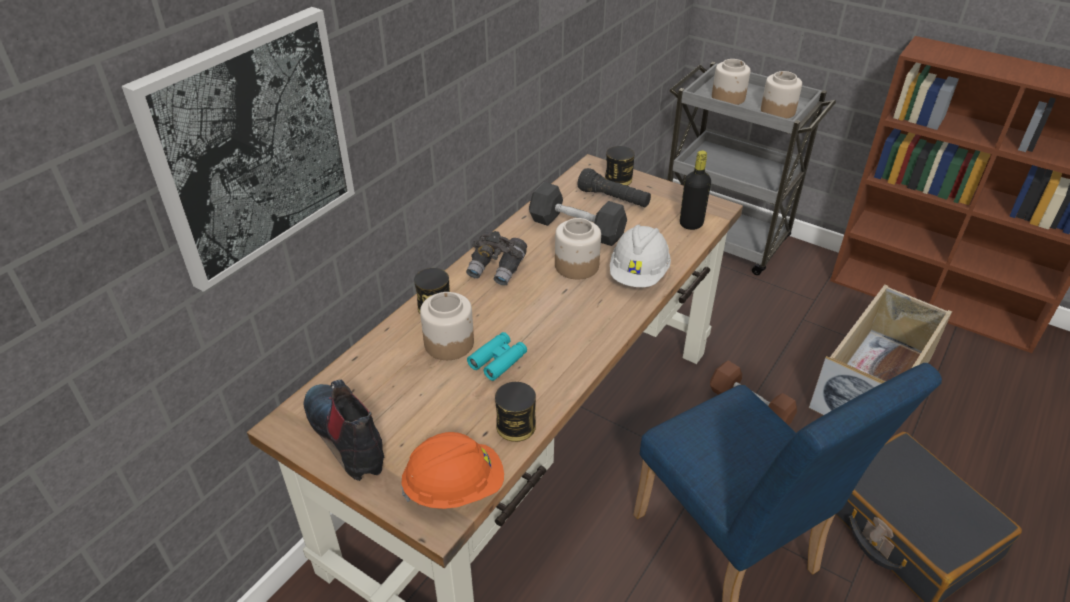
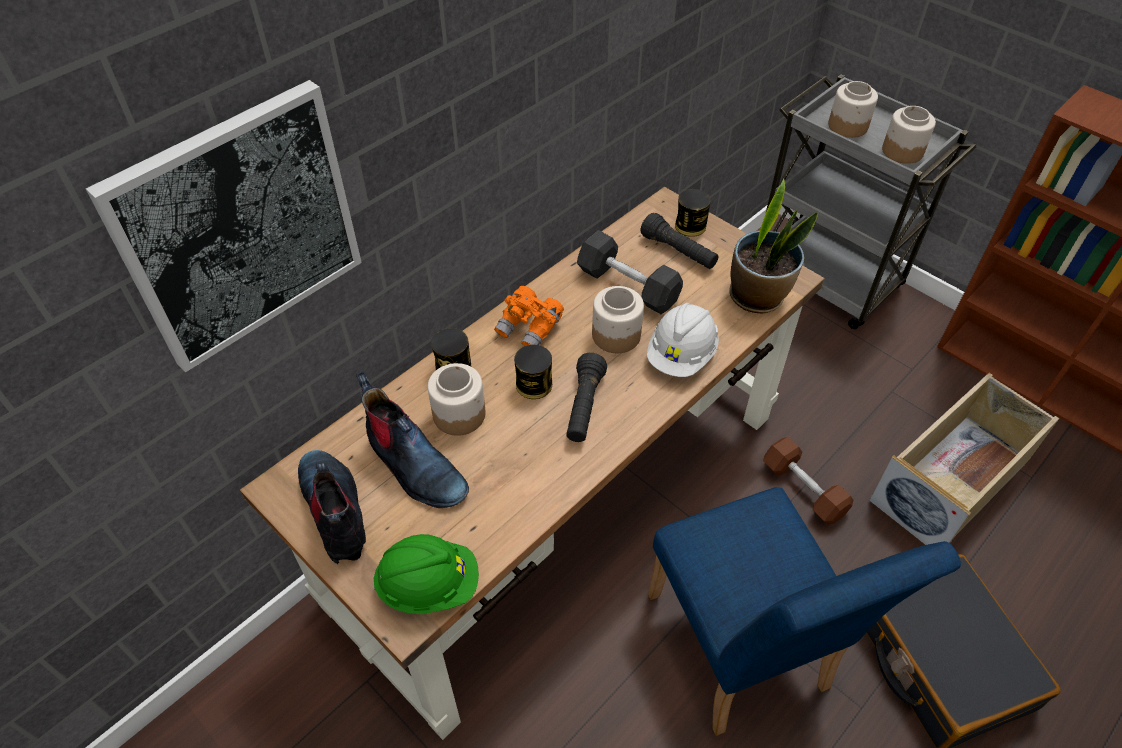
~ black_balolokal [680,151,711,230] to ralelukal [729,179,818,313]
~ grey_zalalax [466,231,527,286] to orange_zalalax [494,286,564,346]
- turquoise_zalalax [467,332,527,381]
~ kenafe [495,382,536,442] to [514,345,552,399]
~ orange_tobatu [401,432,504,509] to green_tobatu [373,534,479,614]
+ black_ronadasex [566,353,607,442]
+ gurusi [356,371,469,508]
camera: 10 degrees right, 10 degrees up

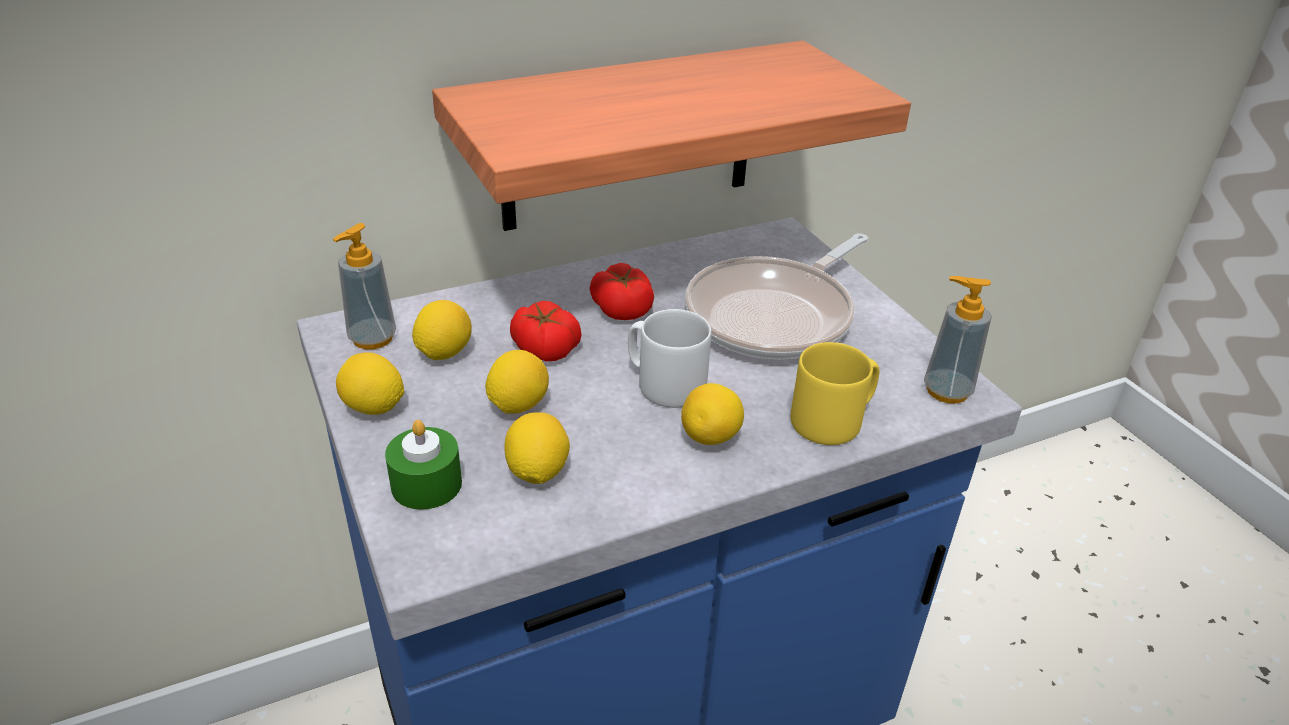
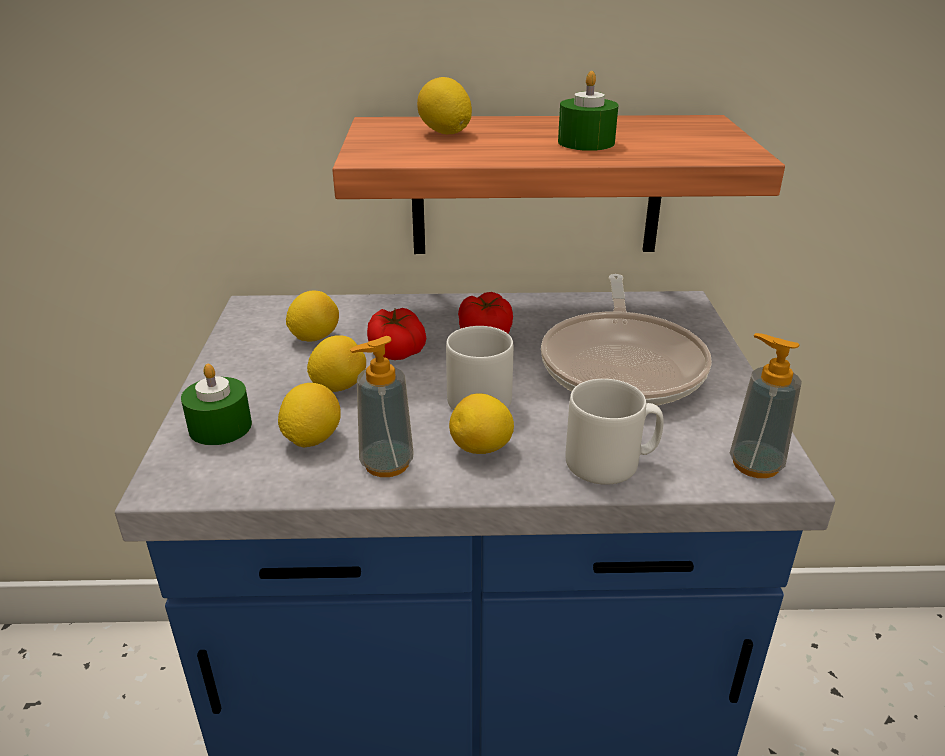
~ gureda [333,223,396,350] to [350,336,414,477]
~ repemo [685,233,869,359] = [541,274,712,405] 60 degrees counterclockwise
~ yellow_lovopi [791,342,879,445] to grey_lovopi [565,379,664,485]
~ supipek [336,352,404,415] to [417,77,472,134]
+ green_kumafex [558,71,618,151]
camera: 25 degrees right, 5 degrees down

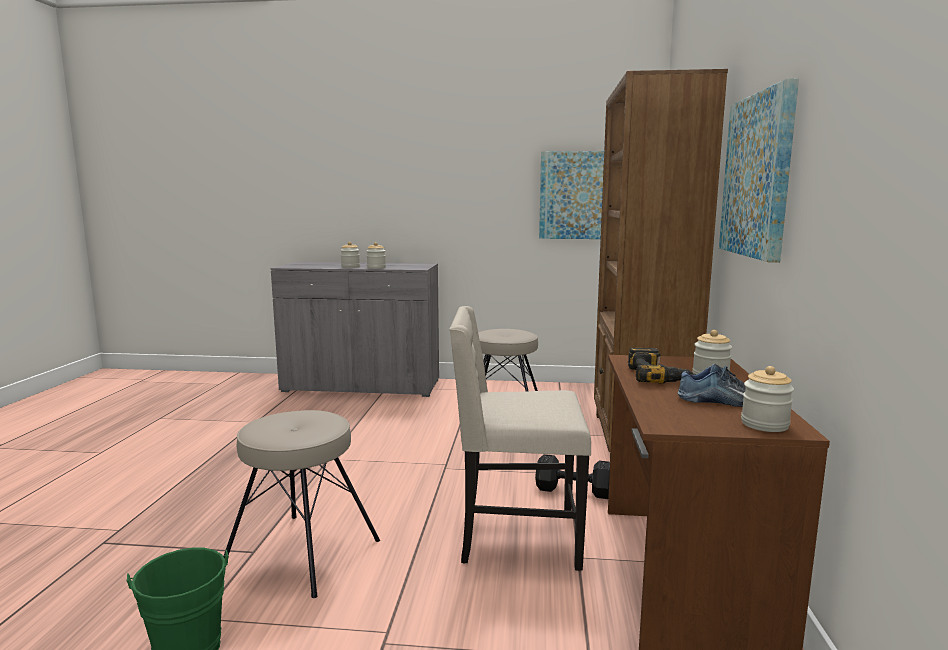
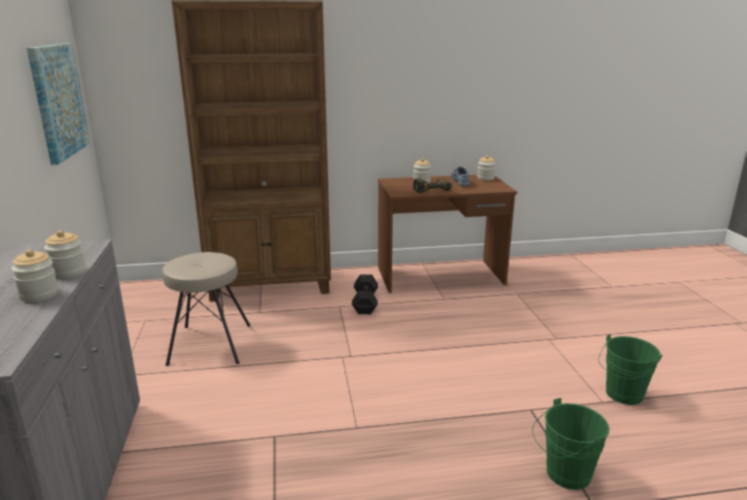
- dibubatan [719,78,799,263]
- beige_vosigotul [449,306,591,571]
- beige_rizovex [224,410,380,598]
+ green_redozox [532,398,609,490]
camera: 105 degrees left, 10 degrees up

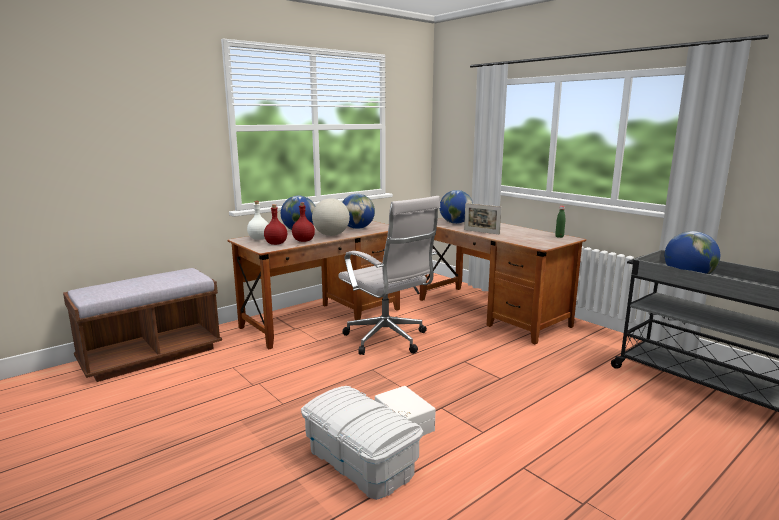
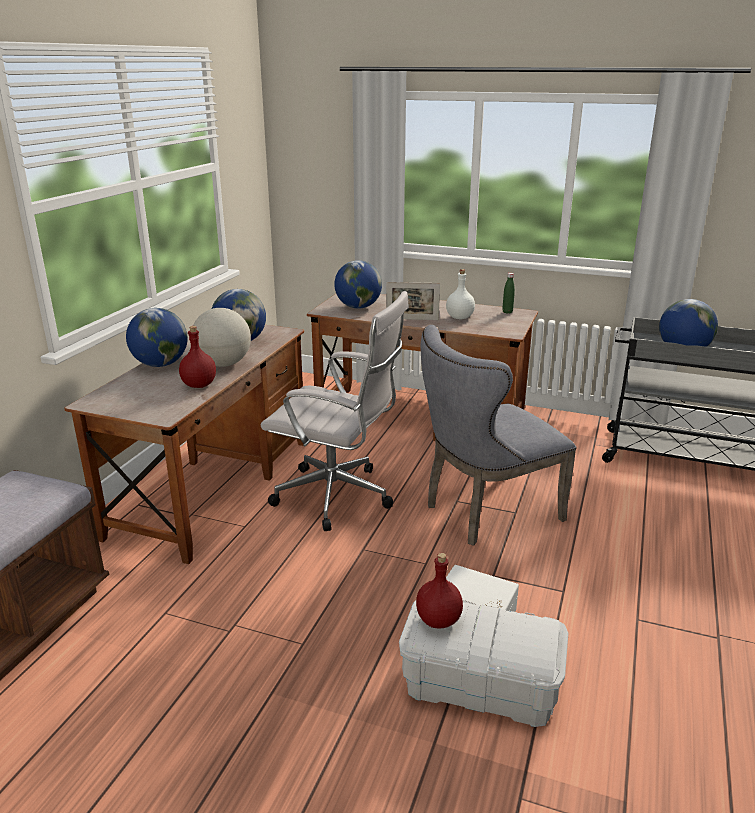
~ white_balolokal [247,201,268,240] to [446,269,475,319]
~ red_balolokal [264,204,287,245] to [416,553,463,629]
+ grey_vosigotul [421,325,577,546]
camera: 30 degrees left, 10 degrees up

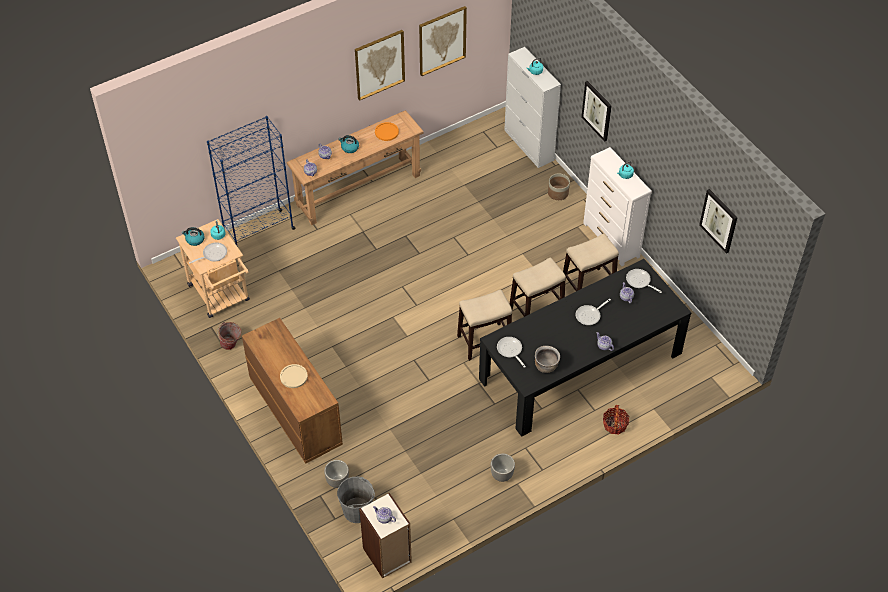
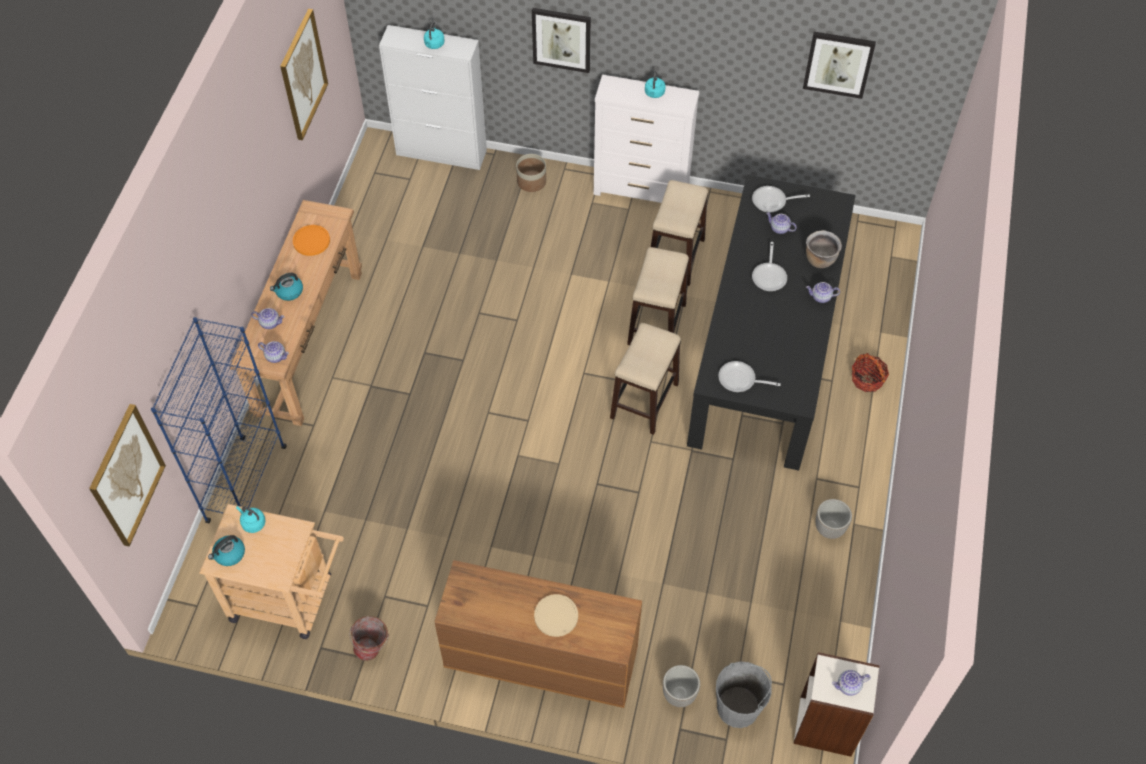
~ dibubatan [355,30,405,101] to [89,404,166,547]
- repemo [189,242,227,264]
~ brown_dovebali [535,346,560,373] to [806,230,842,268]
camera: 45 degrees left, 5 degrees up

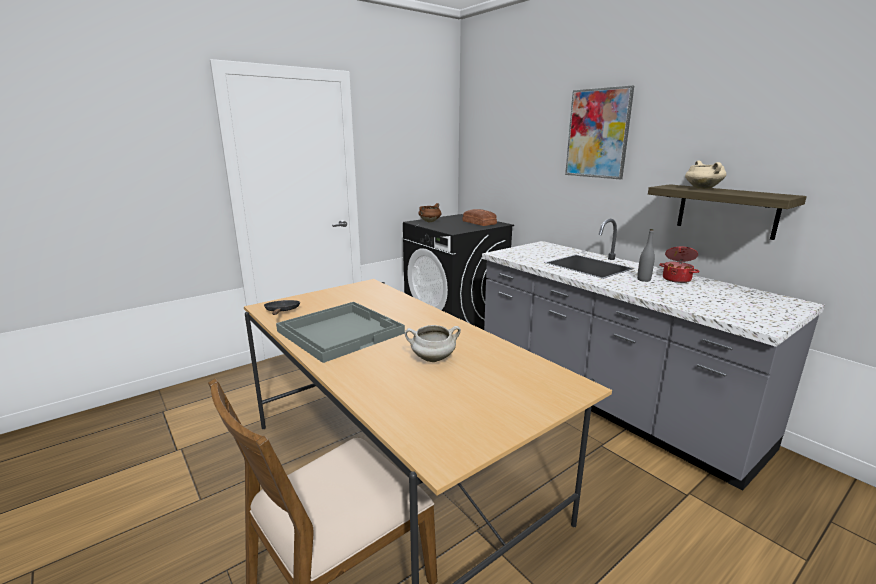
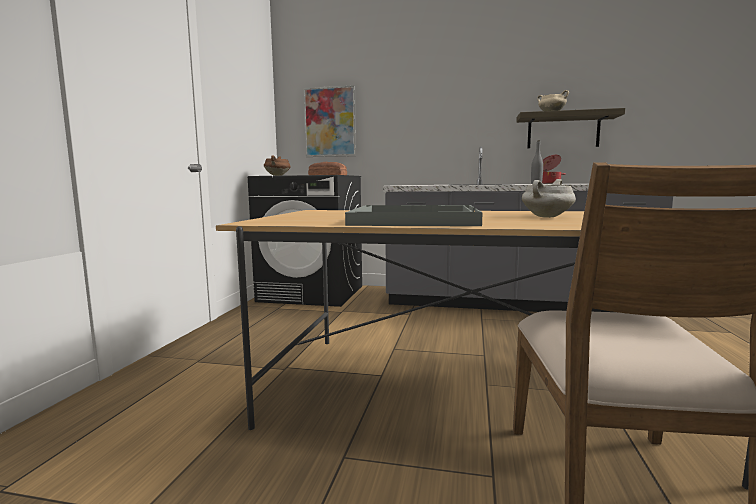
~ dibubatan [565,86,634,179] to [304,85,356,157]
- black_repemo [264,300,300,315]
camera: 40 degrees left, 10 degrees down

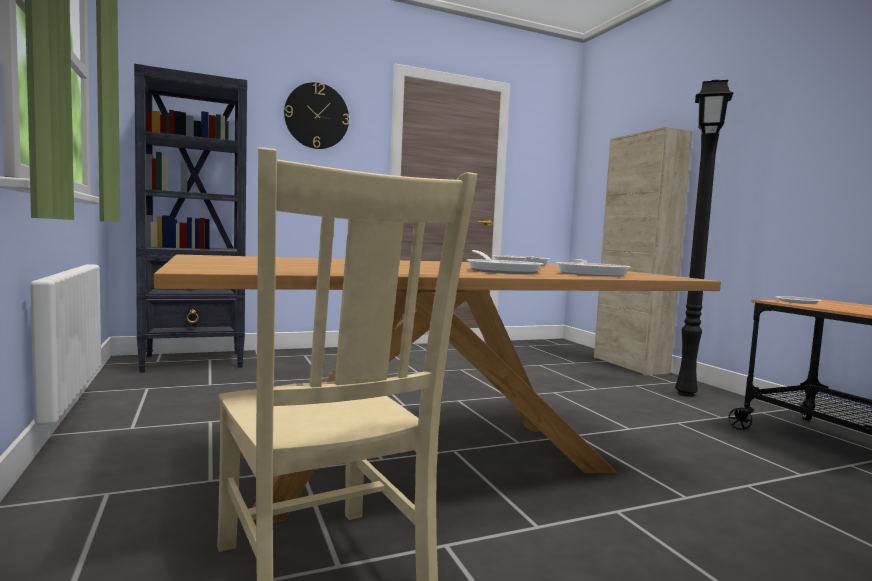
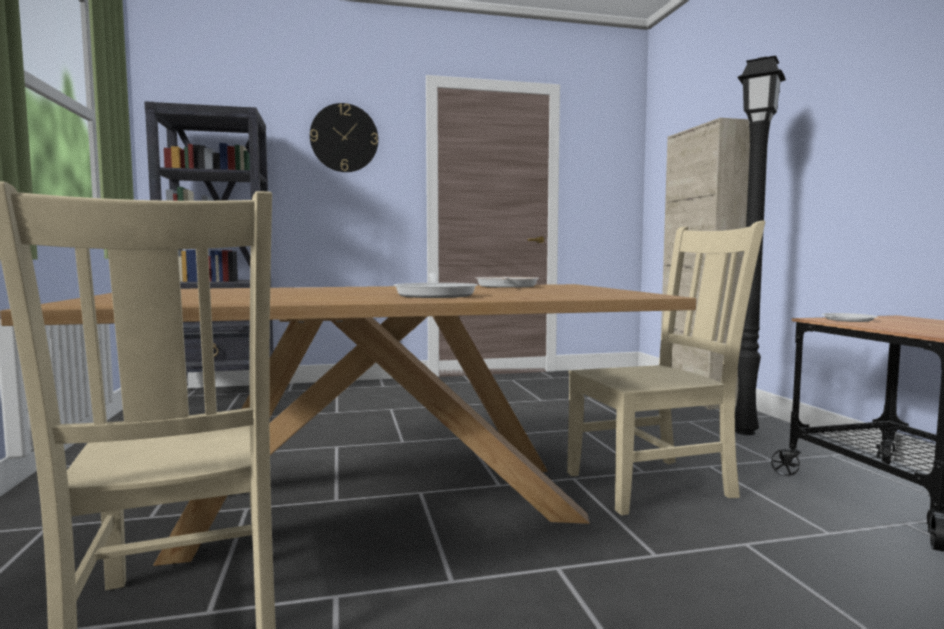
- repemo [556,259,631,276]
+ beige_vosigotul [567,220,765,515]
camera: 10 degrees right, 0 degrees up

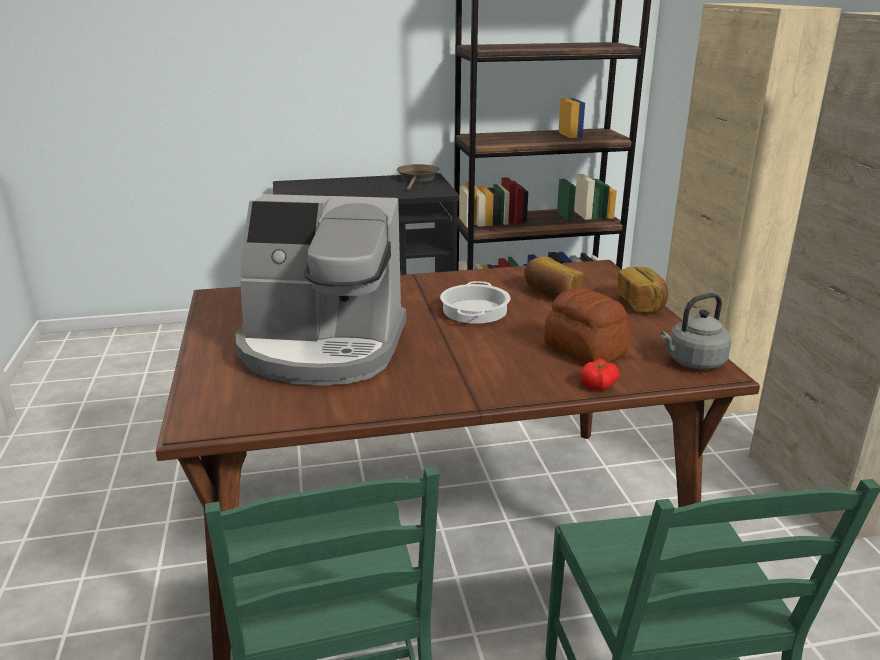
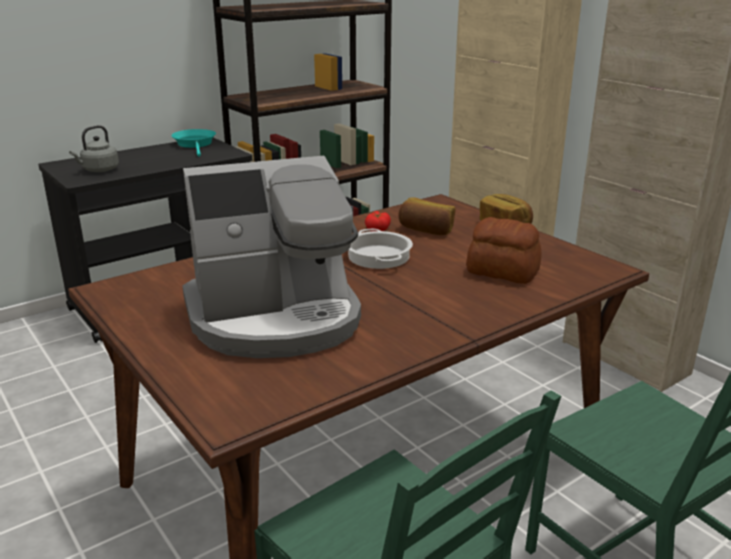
~ brown_repemo [397,164,439,191] to turquoise_repemo [172,129,216,157]
~ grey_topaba [660,293,732,369] to [69,125,119,172]
~ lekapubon [580,359,619,390] to [365,211,391,231]
camera: 25 degrees left, 0 degrees up

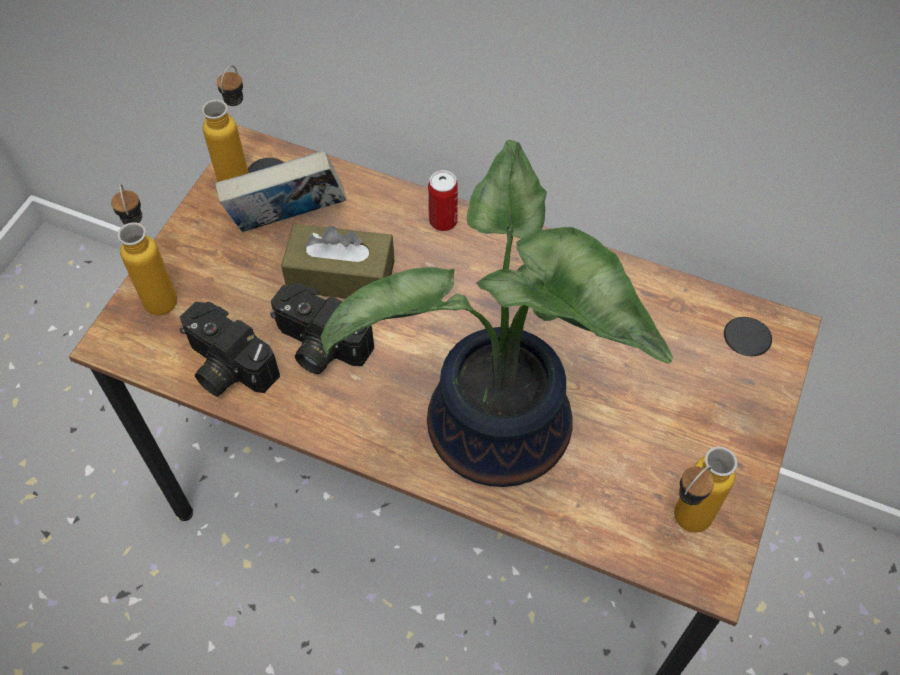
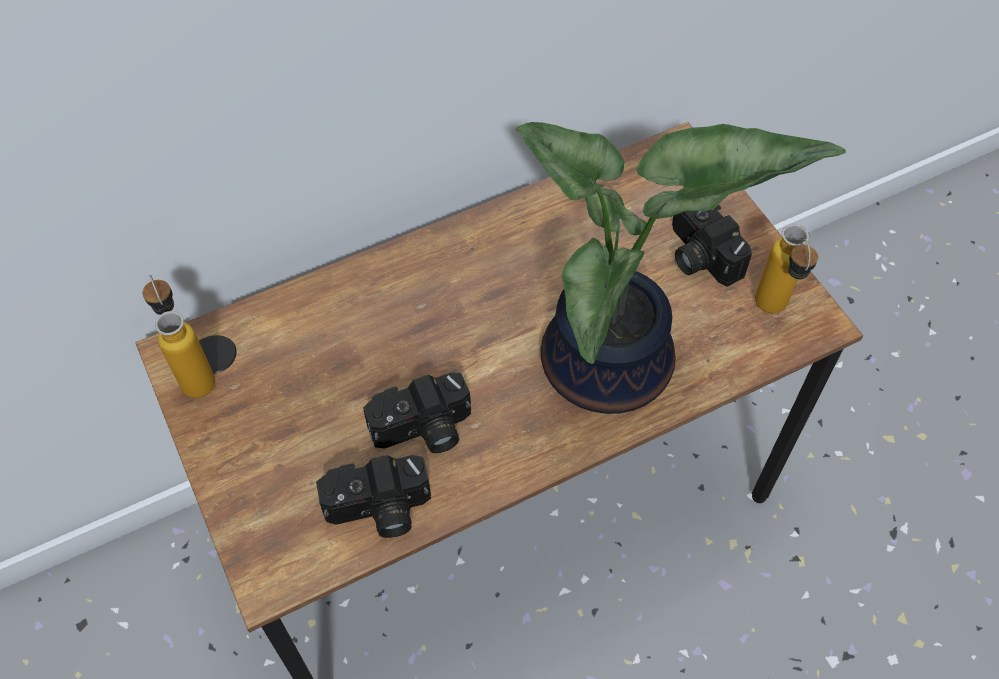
- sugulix [215,150,347,232]
- kenafe [428,170,458,231]
- balolokal [111,184,177,315]
- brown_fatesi [281,224,394,299]
+ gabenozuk [672,204,752,287]
camera: 50 degrees left, 0 degrees up

